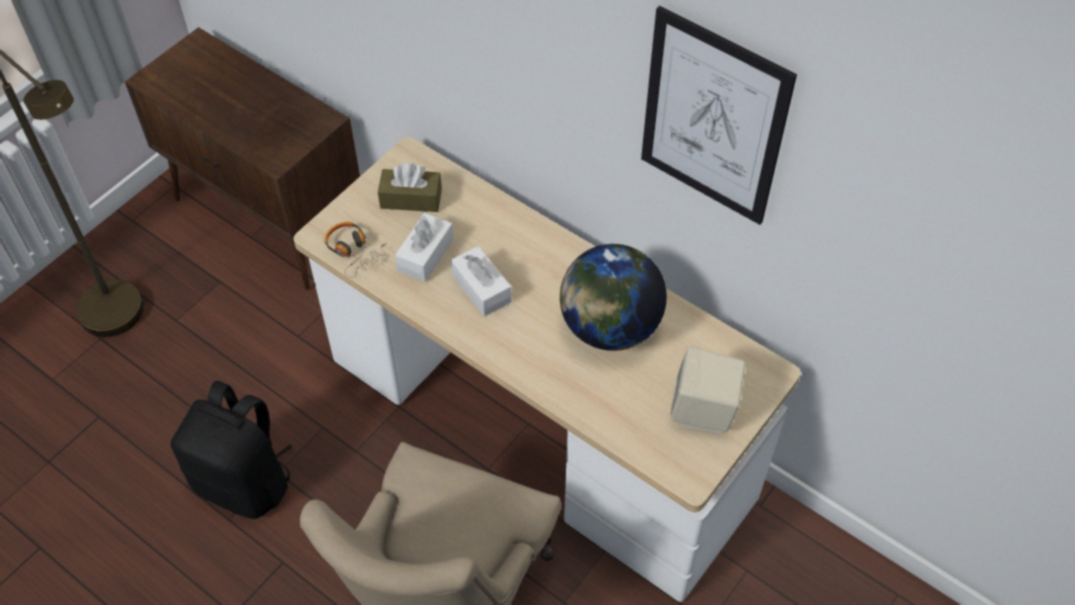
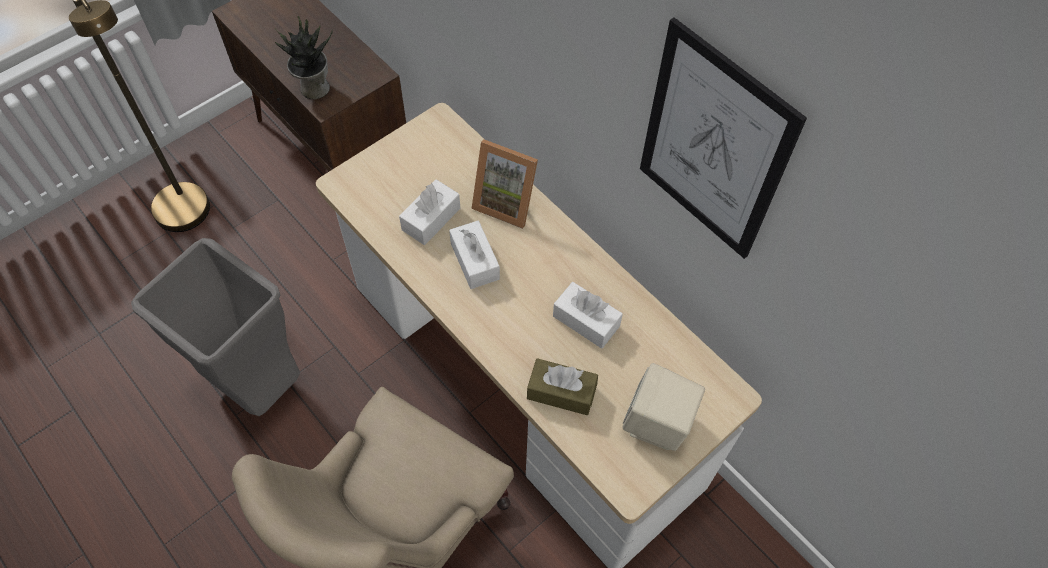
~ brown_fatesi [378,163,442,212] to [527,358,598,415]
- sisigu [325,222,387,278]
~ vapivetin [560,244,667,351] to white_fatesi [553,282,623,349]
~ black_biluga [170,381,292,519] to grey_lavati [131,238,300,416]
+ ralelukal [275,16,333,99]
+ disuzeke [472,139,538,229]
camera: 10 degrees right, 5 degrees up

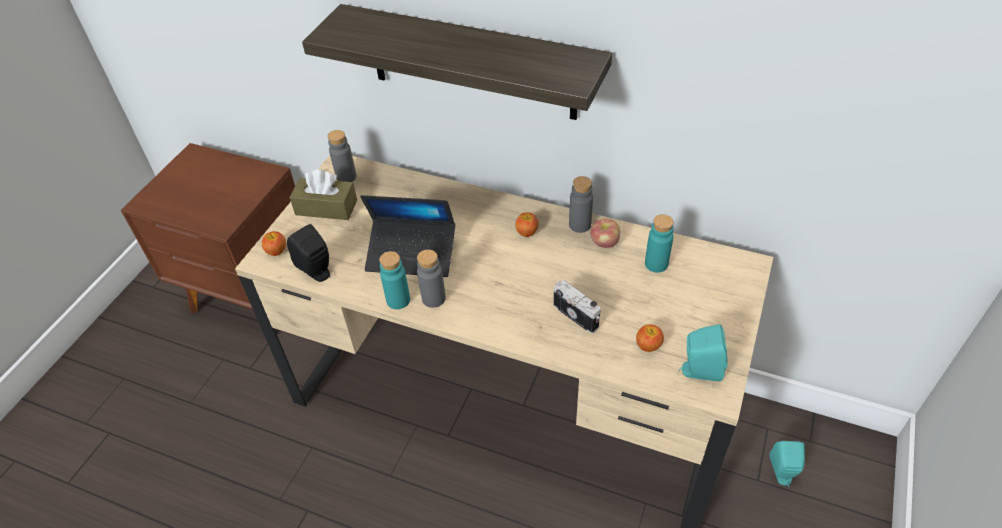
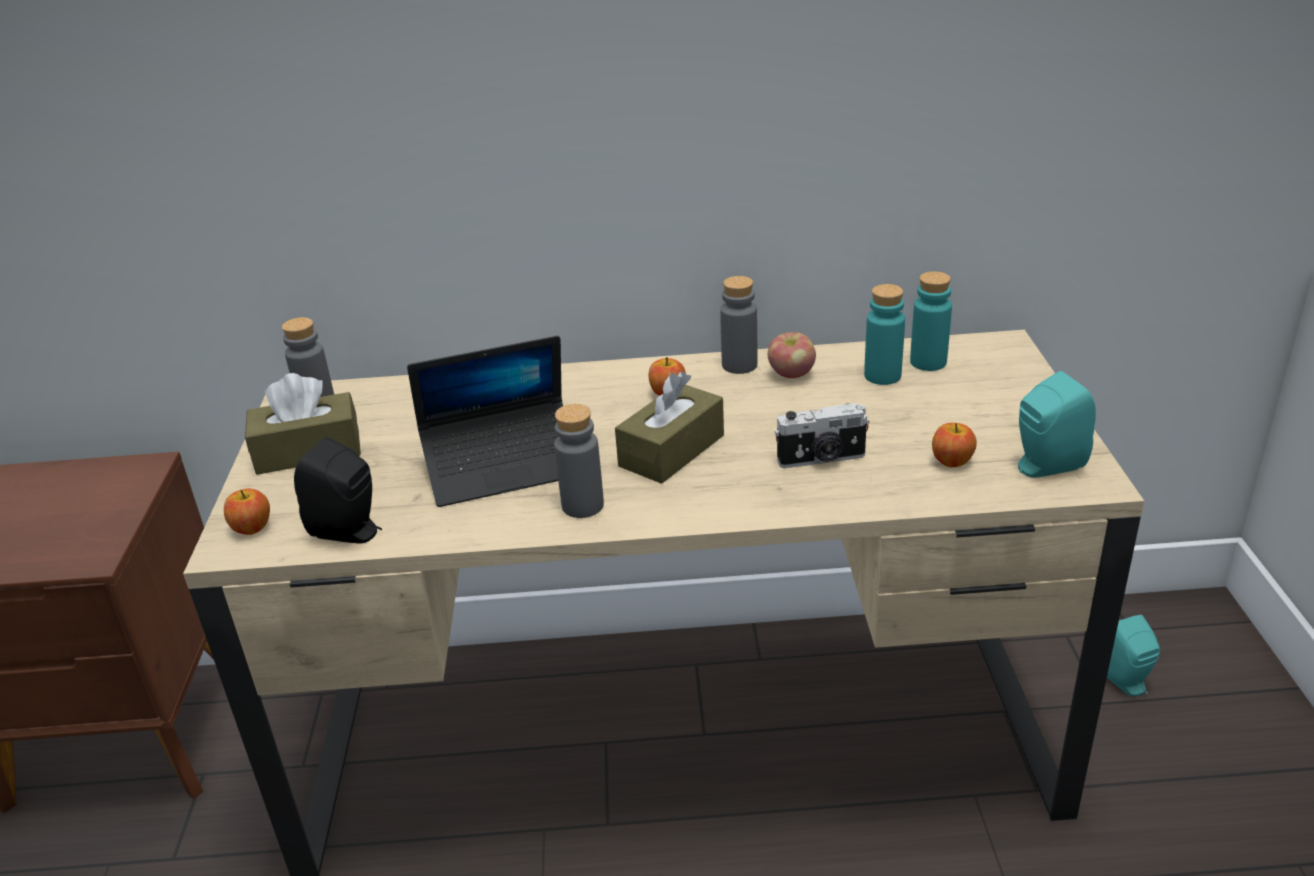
- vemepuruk [302,4,612,120]
~ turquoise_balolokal [379,251,410,309] to [910,271,952,371]
~ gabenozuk [554,280,601,334] = [774,403,869,468] 150 degrees clockwise
+ brown_fatesi [615,371,724,484]
camera: 25 degrees left, 15 degrees down

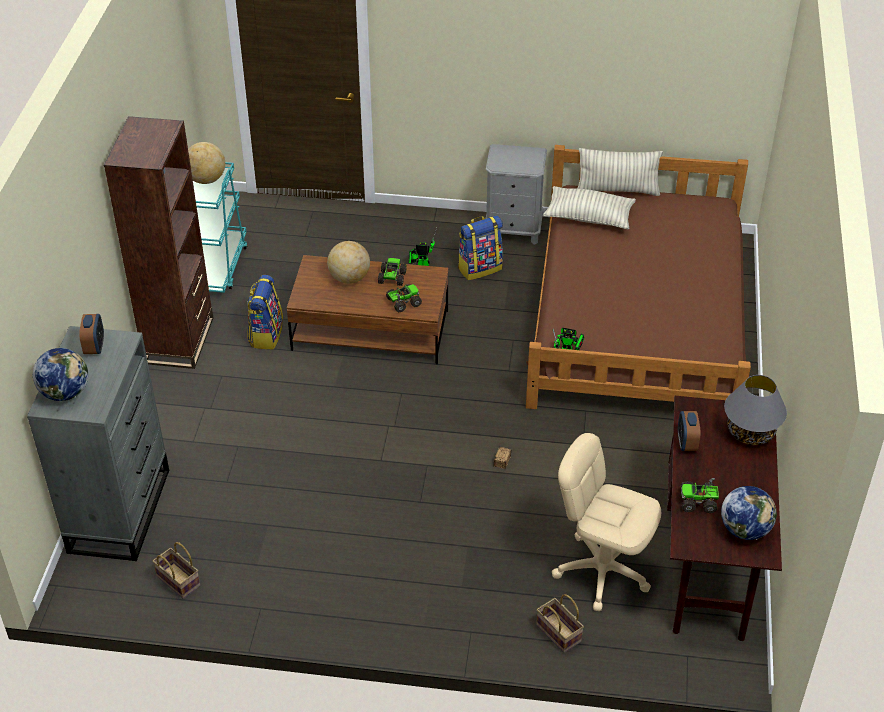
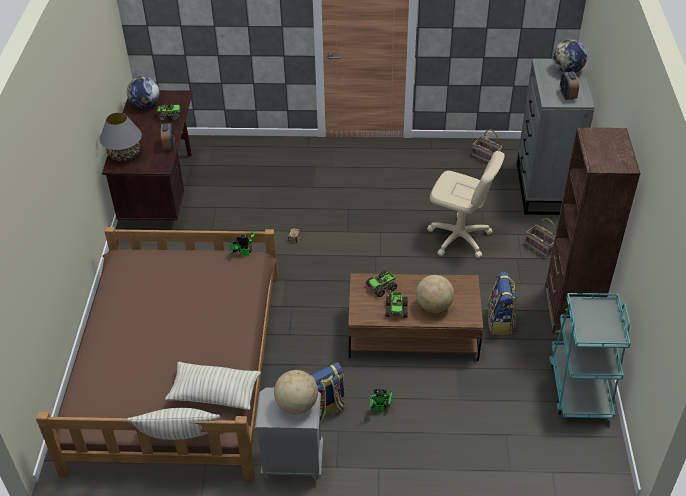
~ vapivetin [188,142,225,184] to [274,370,318,414]
~ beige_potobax [552,433,661,611] to [427,151,505,258]
~ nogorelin [536,594,584,653] to [525,218,555,258]
camera: 175 degrees right, 0 degrees up

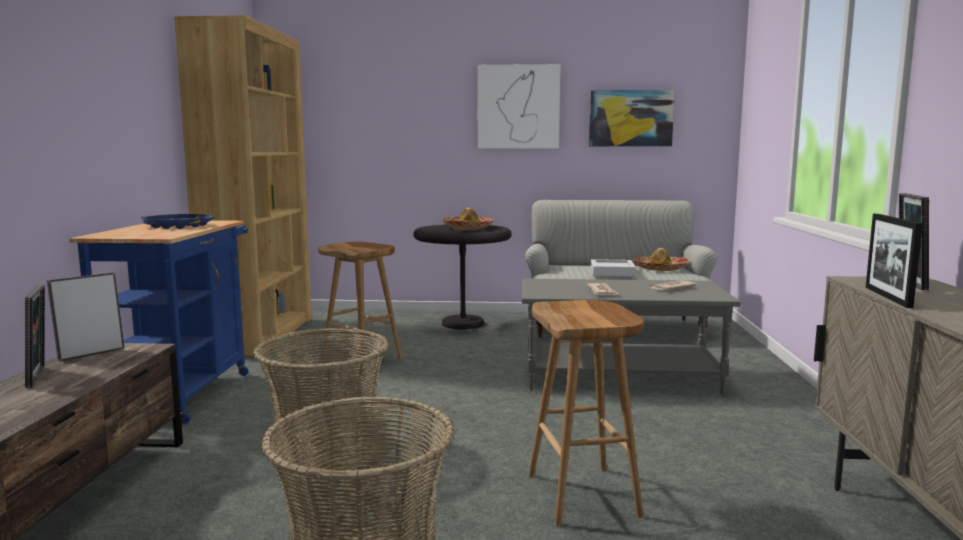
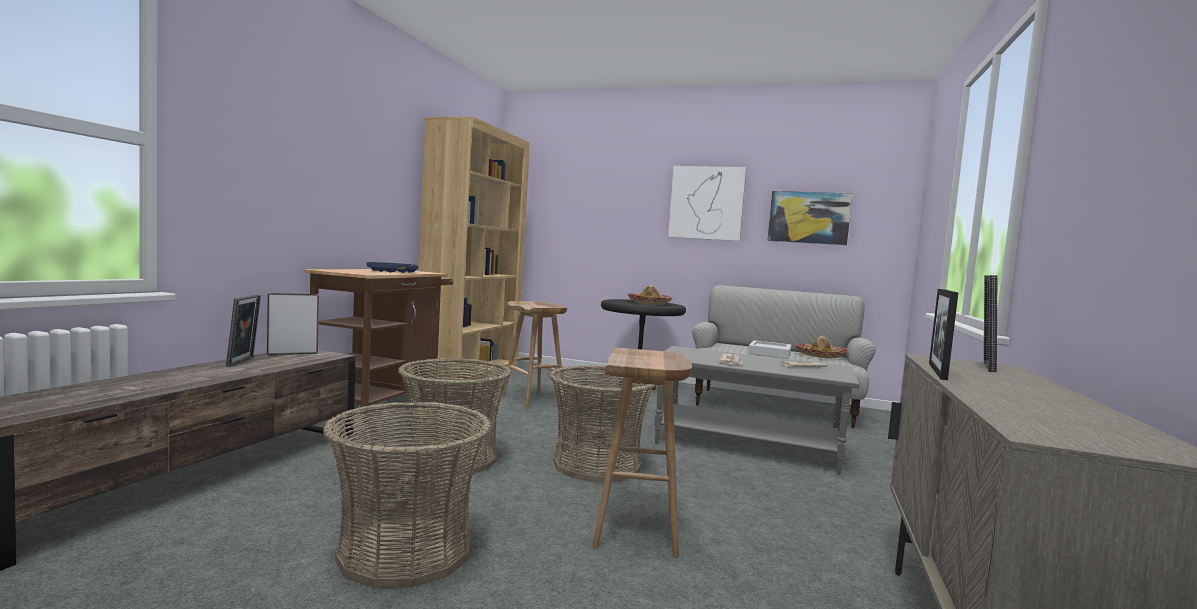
~ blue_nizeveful [69,220,249,424] to brown_nizeveful [304,269,453,423]
+ nogorelin [549,365,656,483]
camera: 15 degrees right, 5 degrees down

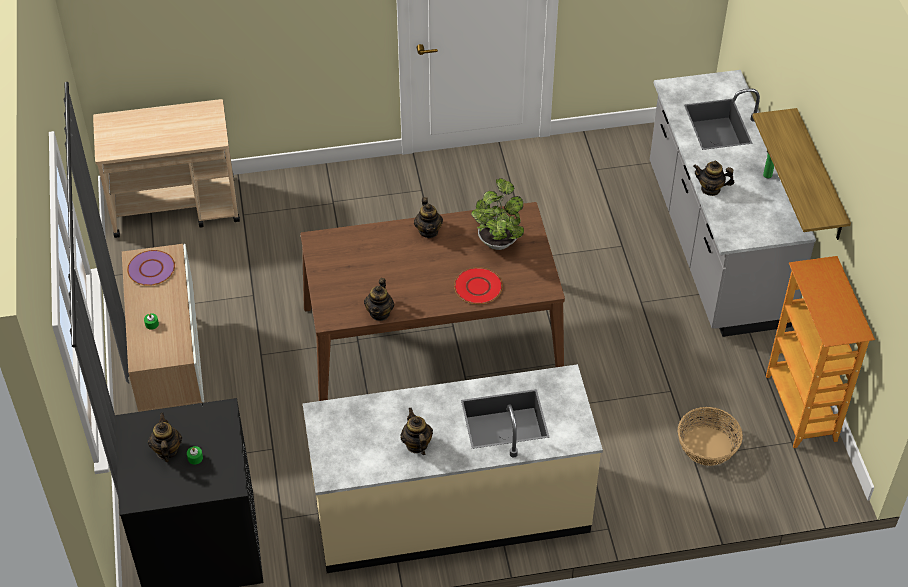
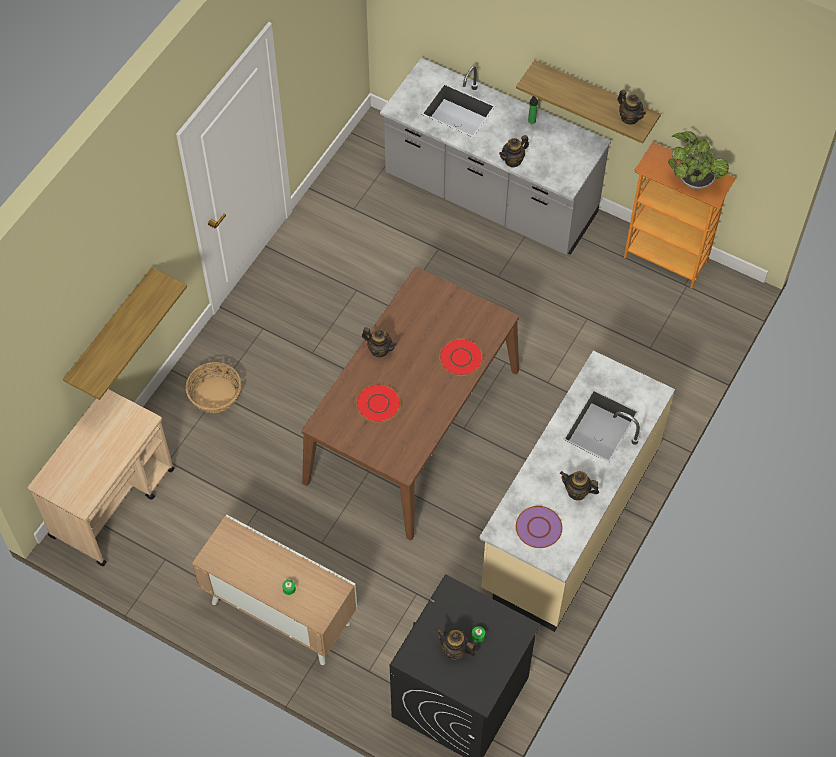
~ ralelukal [471,178,524,250] to [668,131,729,189]
~ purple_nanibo [127,250,175,286] to [516,506,562,548]
~ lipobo [364,278,394,321] to [618,90,646,124]
~ nogorelin [678,407,743,466] to [186,362,241,413]
+ vemepuruk [63,267,187,400]
+ red_nanibo [356,384,401,422]
camera: 50 degrees left, 10 degrees up

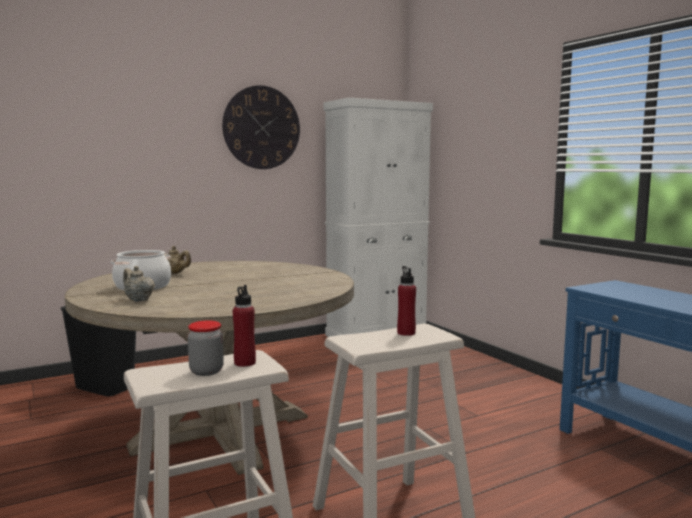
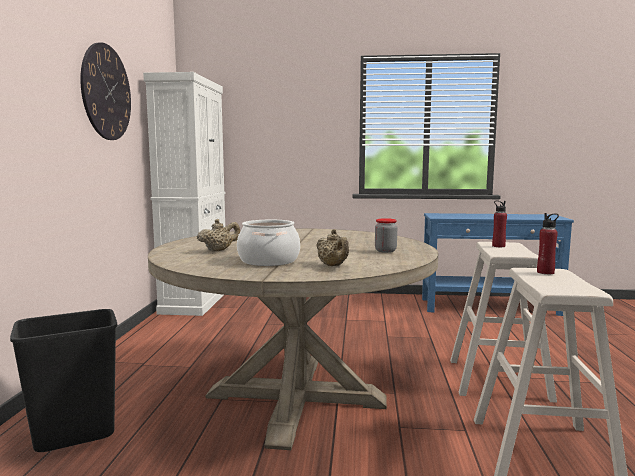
~ beige_lipobo [123,266,155,302] = [316,229,349,266] 105 degrees counterclockwise
~ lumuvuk [188,321,224,376] to [375,218,397,253]
camera: 55 degrees left, 0 degrees up

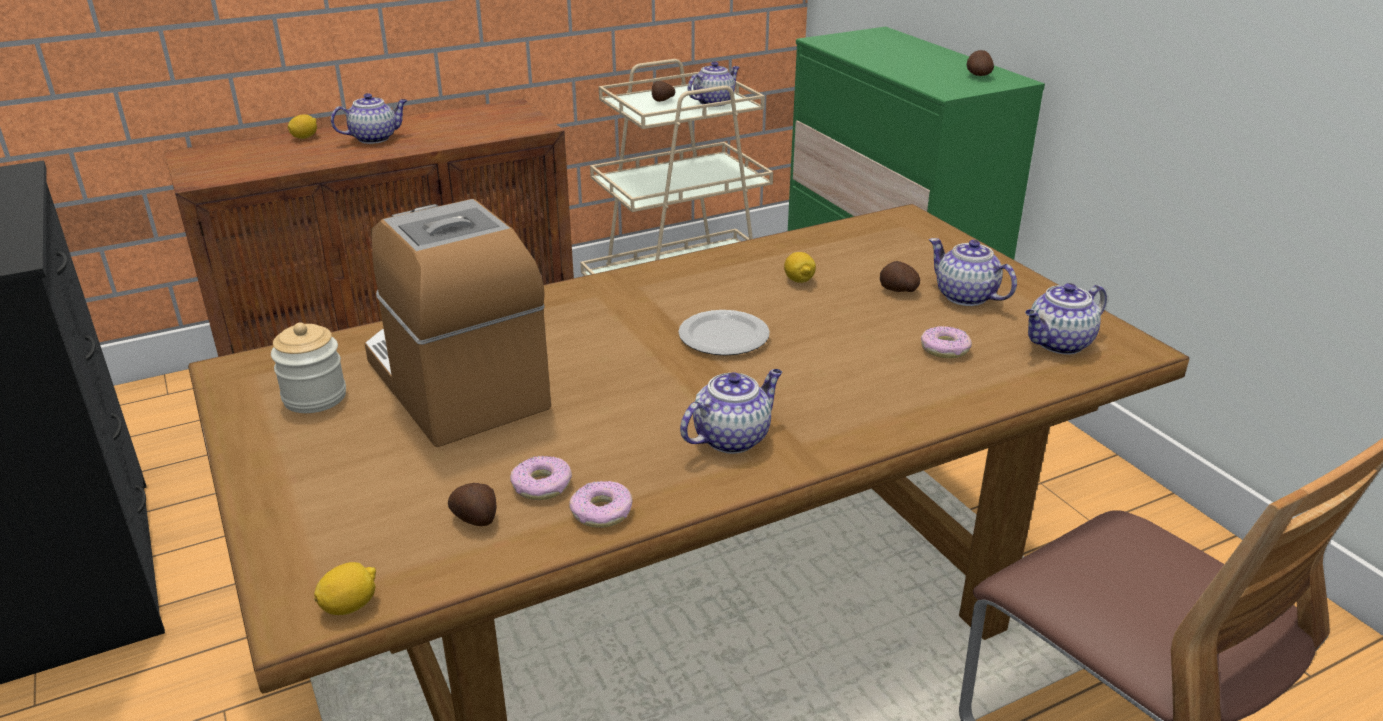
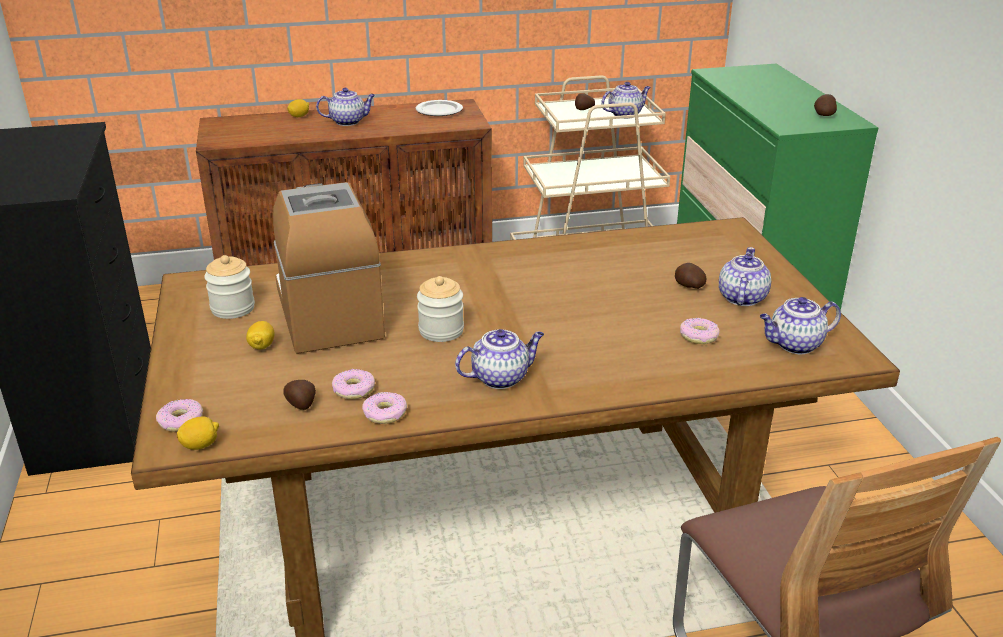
~ lipobo [929,238,1017,306] = [719,247,771,306] 45 degrees clockwise
~ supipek [784,252,816,283] to [246,321,274,350]
~ nanibo [678,310,770,356] to [416,100,463,116]
+ lumuvuk [417,276,464,342]
+ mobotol [156,399,203,432]
camera: 15 degrees right, 0 degrees up

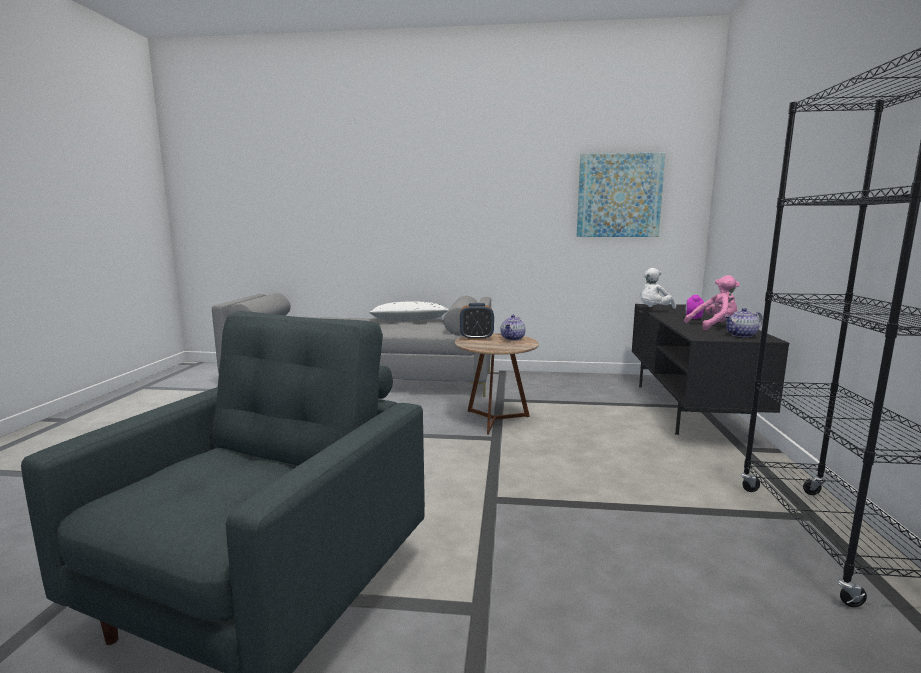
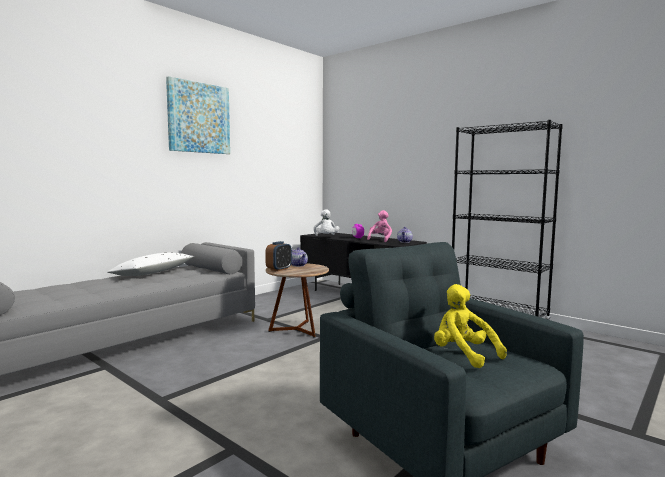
~ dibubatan [577,153,665,237] to [166,76,230,154]
+ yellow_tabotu [434,284,507,368]
camera: 55 degrees left, 5 degrees down

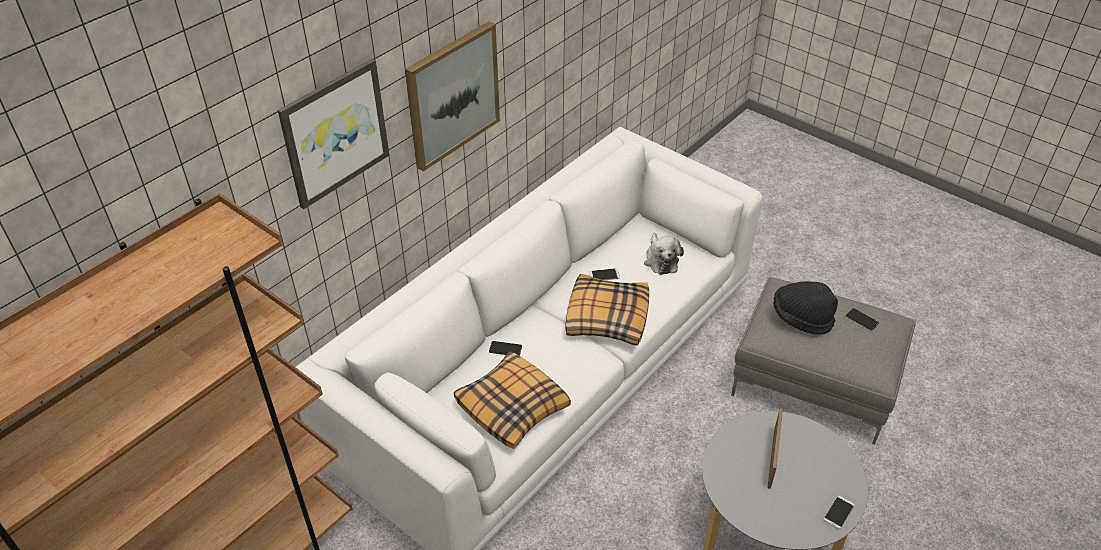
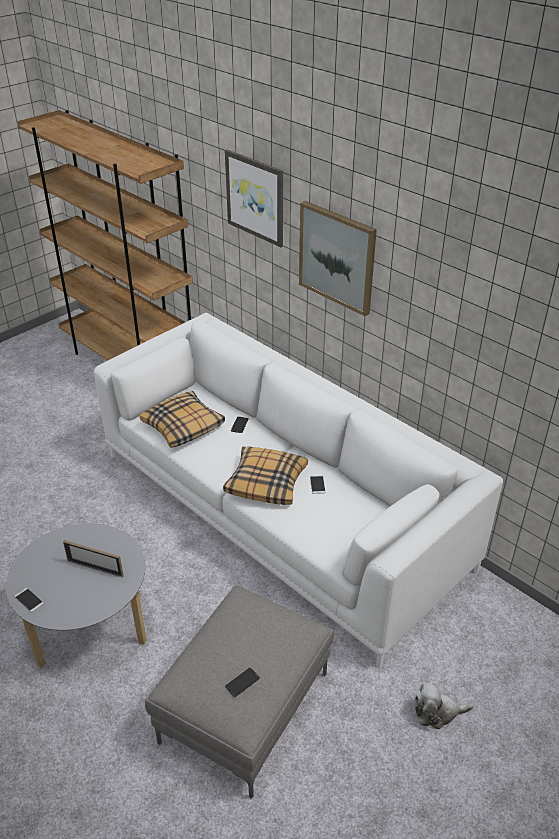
~ tabotu [644,233,684,275] to [415,682,473,729]
- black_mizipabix [773,281,838,335]
camera: 95 degrees right, 5 degrees down

